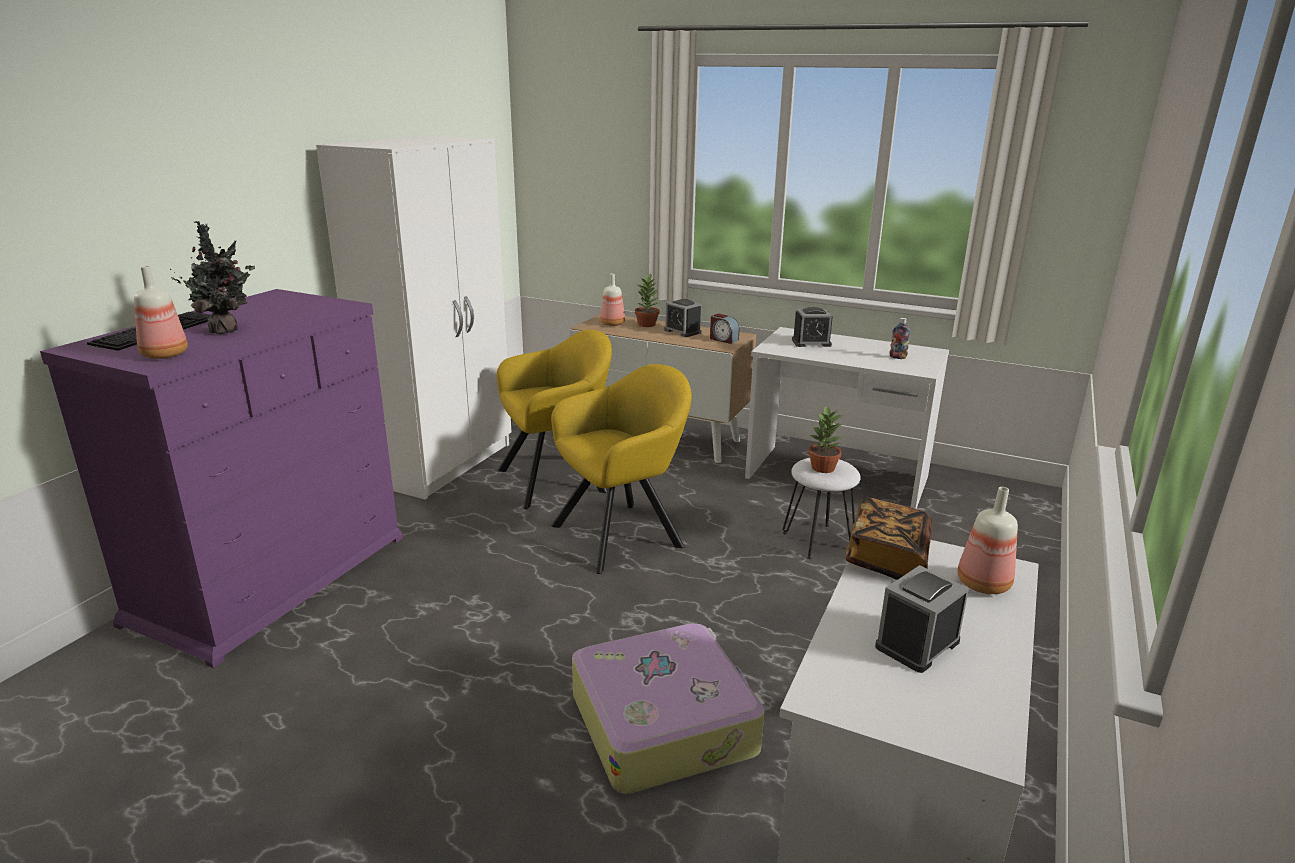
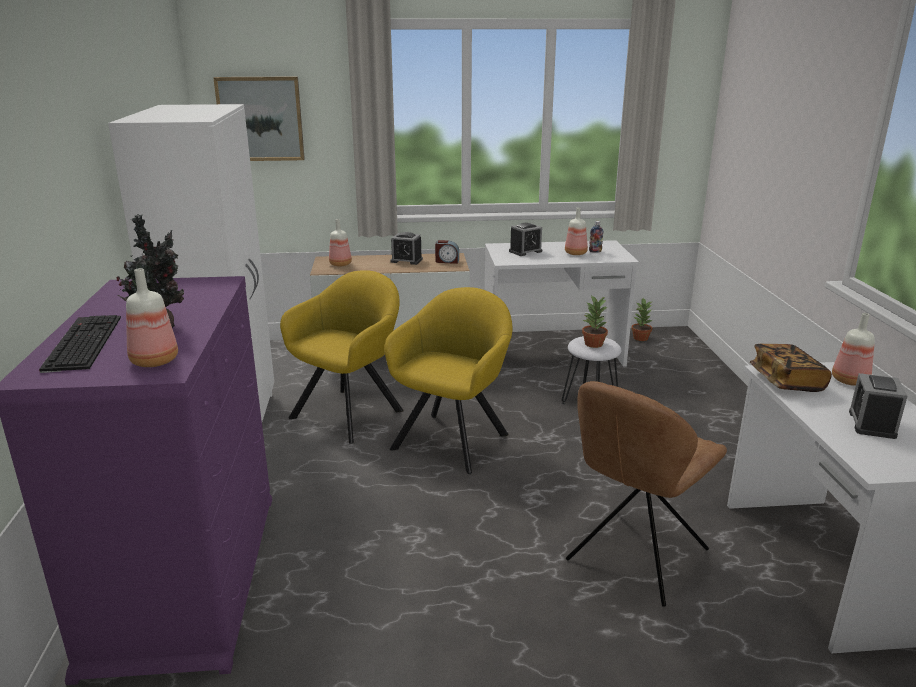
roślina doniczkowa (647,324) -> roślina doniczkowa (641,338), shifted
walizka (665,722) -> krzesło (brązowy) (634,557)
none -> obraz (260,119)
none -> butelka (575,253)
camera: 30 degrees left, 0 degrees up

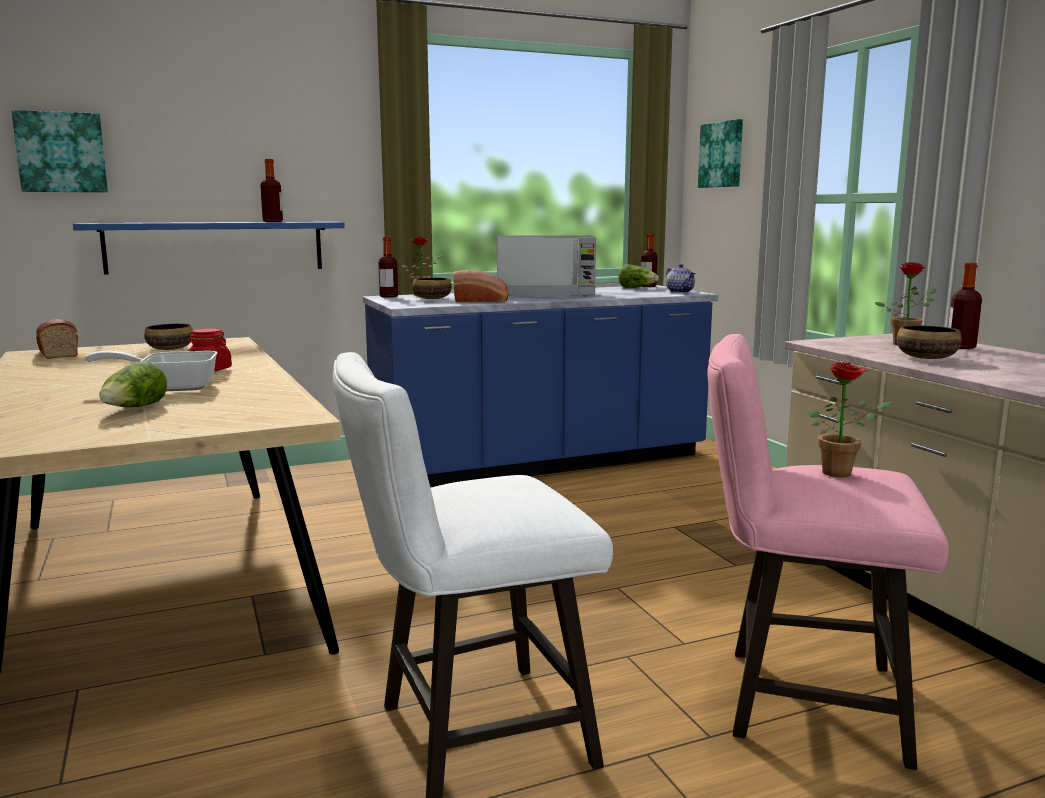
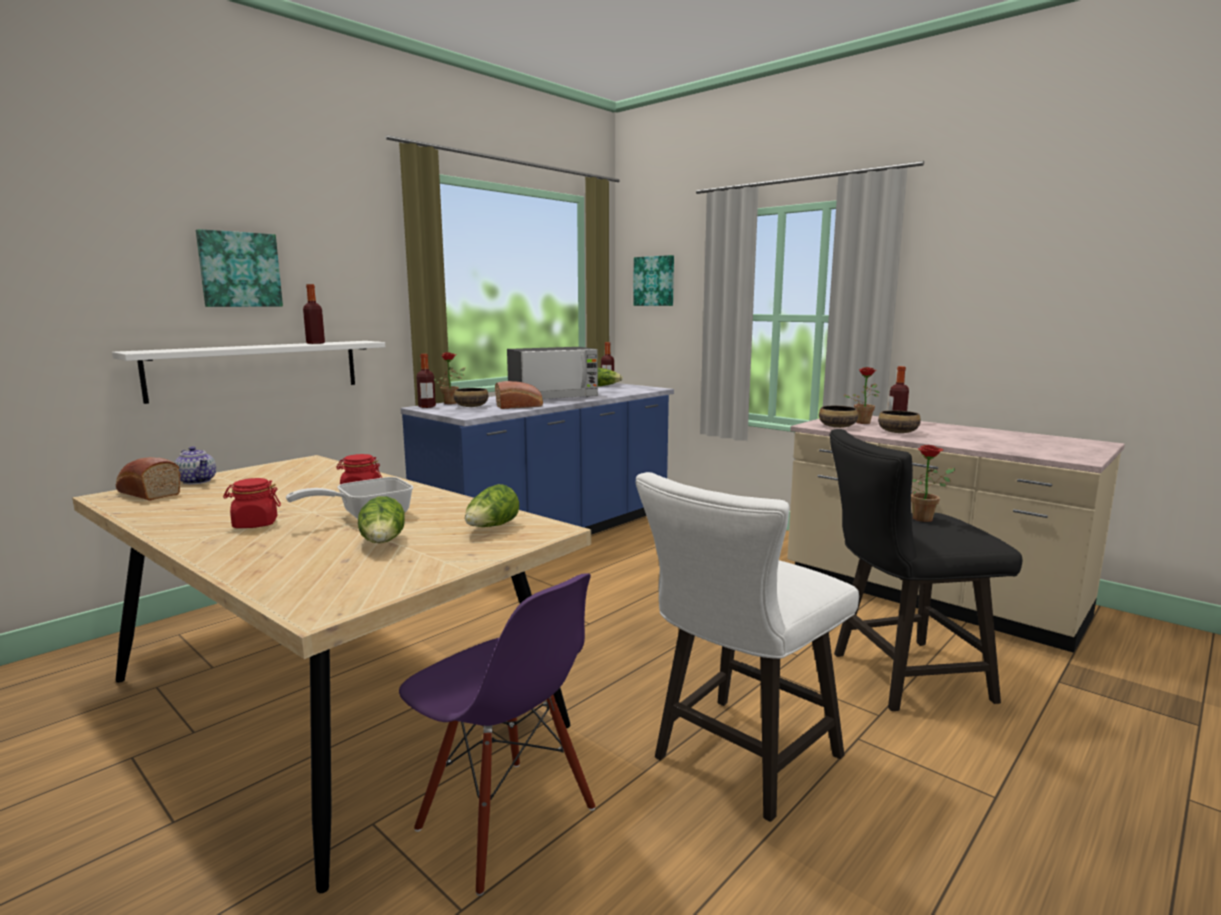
obraz (61,152) -> obraz (239,269), shifted
półka (niebieski) (215,247) -> półka (biały) (257,369)
imbryk (680,292) -> imbryk (197,481), shifted
miska (171,349) -> miska (837,426), shifted
stołek (różowy) (797,700) -> stołek (czarny) (899,677)
none -> słoik (czerwony) (255,524)
none -> sałata (491,527)
none -> krzesło (fioletowy) (505,820)
camera: 25 degrees left, 0 degrees up

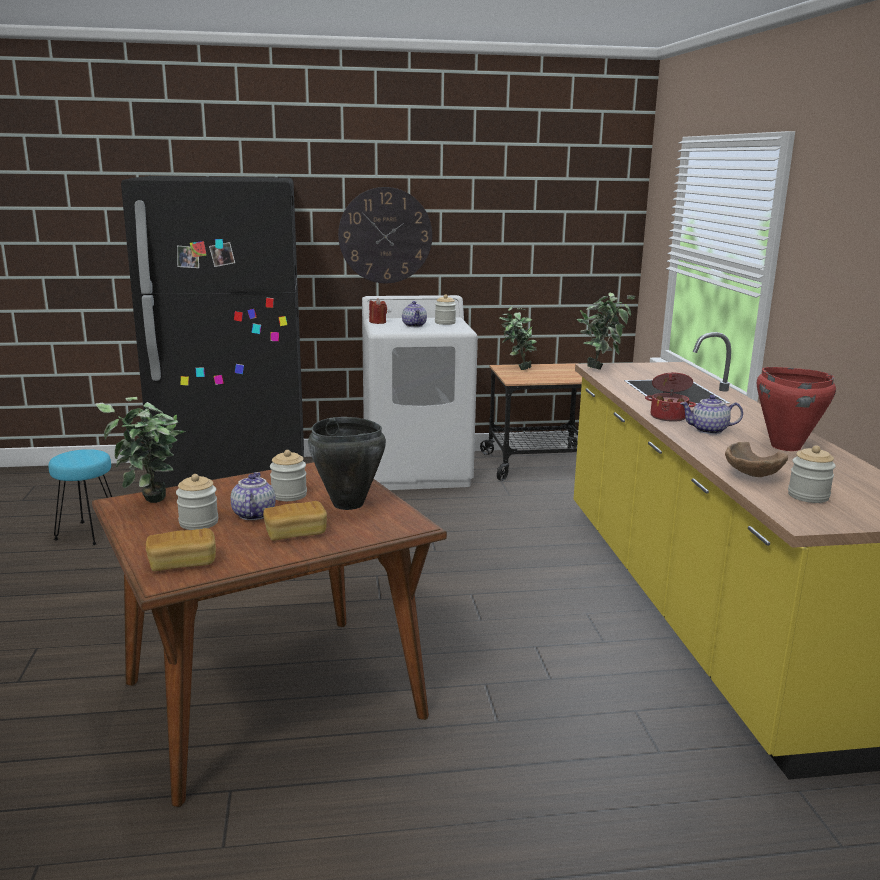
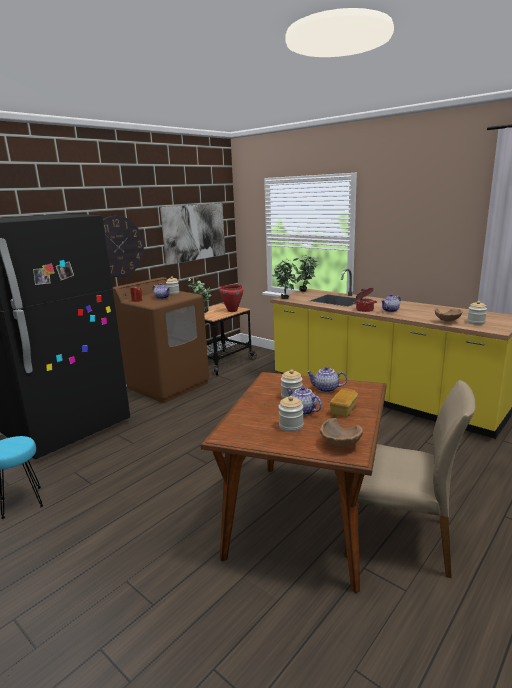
pralka (biały) (417,471) -> pralka (brązowy) (168,385)
garnek (czerwony) (785,446) -> garnek (czerwony) (232,311), shifted
roślina doniczkowa (151,505) -> roślina doniczkowa (306,291), shifted
garnek (czarny) (348,504) -> imbryk (326,389)
chleb (182,563) -> miska (brązowy) (340,445)
none -> obraz (194,232)
none -> krzesło (beżowy) (400,537)
camera: 40 degrees left, 0 degrees up

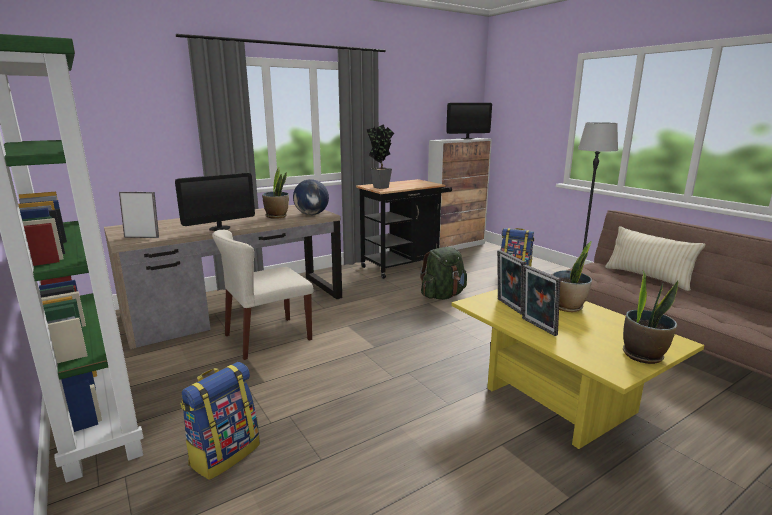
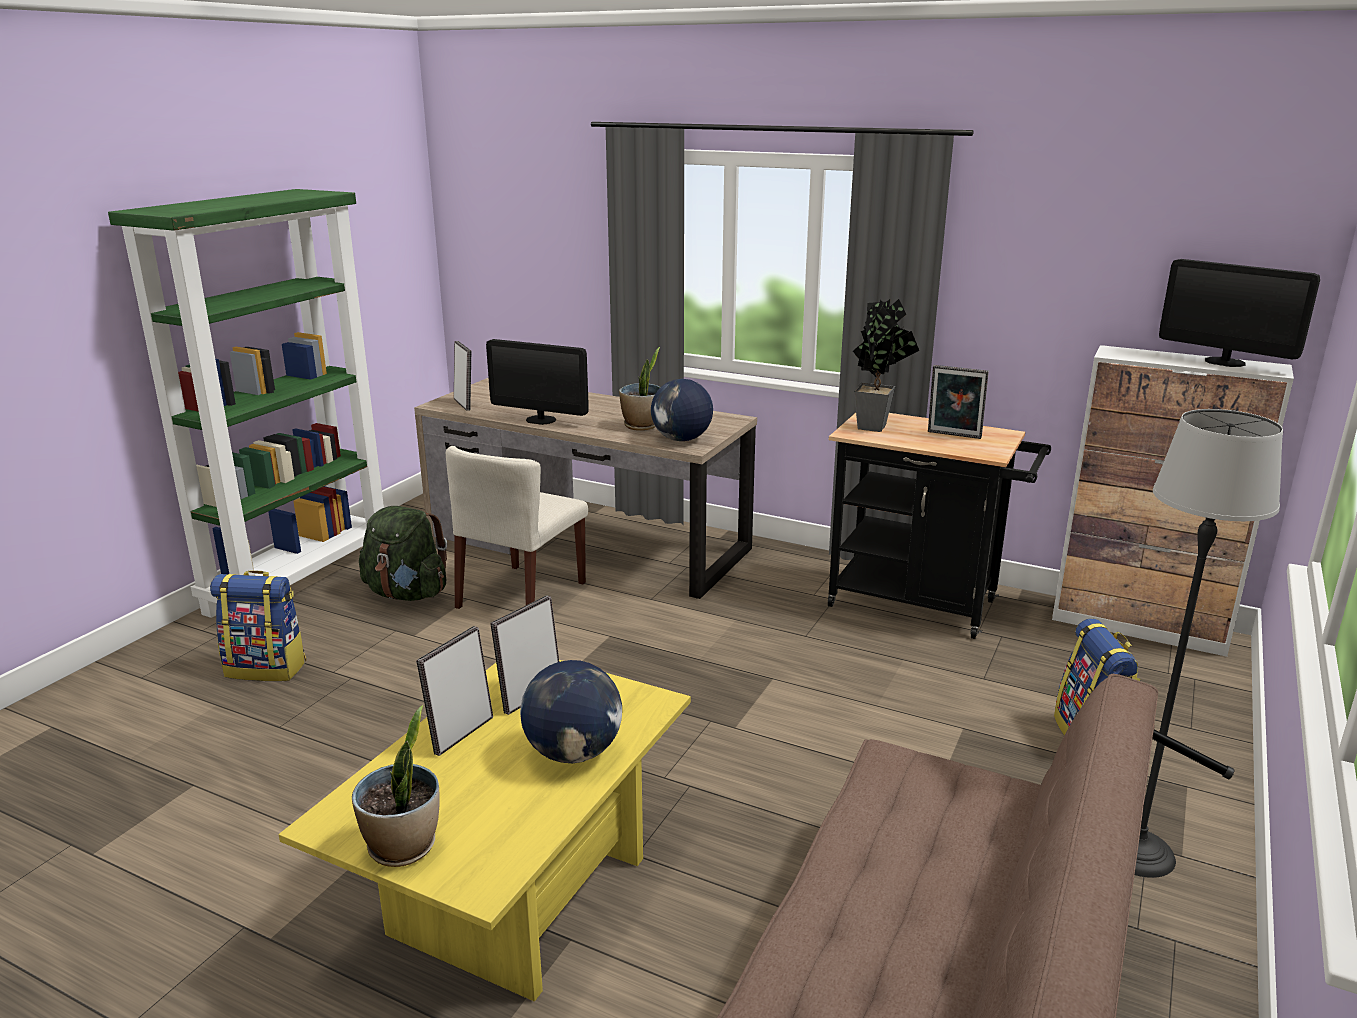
poduszka (beżowy) (647,277) -> none
krzesło (beżowy) (267,337) -> krzesło (beżowy) (521,595), 90 degrees counterclockwise
roślina doniczkowa (567,307) -> globus (574,753)
plecak (zielony) (443,296) -> plecak (zielony) (407,594), shifted
none -> ramka na zdjęcie (953,435)
camera: 60 degrees right, 5 degrees up

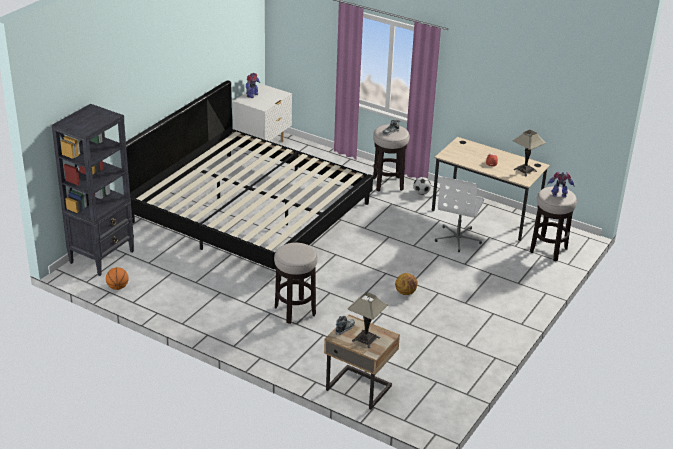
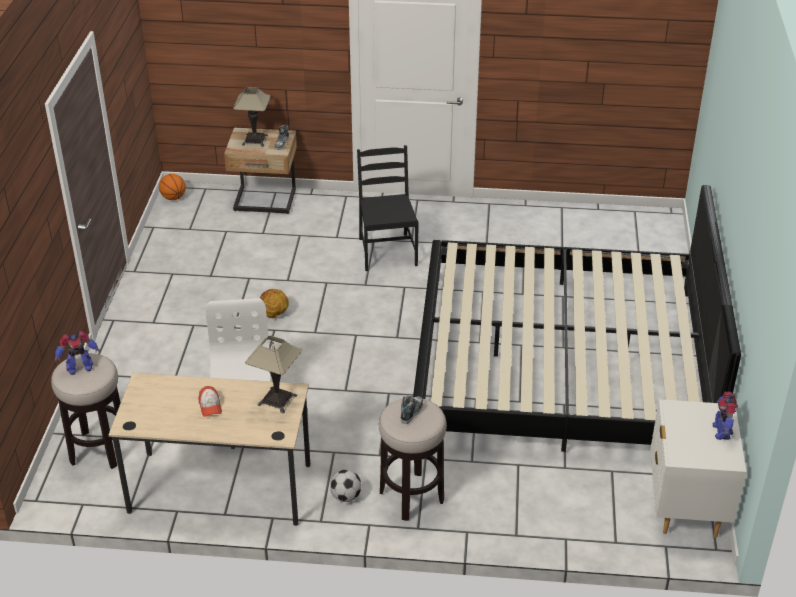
regał (czarny) (102,257) -> none
lampa stołowa (525,170) -> lampa stołowa (277,400), shifted
stołek (295,311) -> krzesło (czarny) (386,251)
piłka do koszykówki (117,287) -> piłka do koszykówki (173,198), shifted
camera: 155 degrees right, 5 degrees up

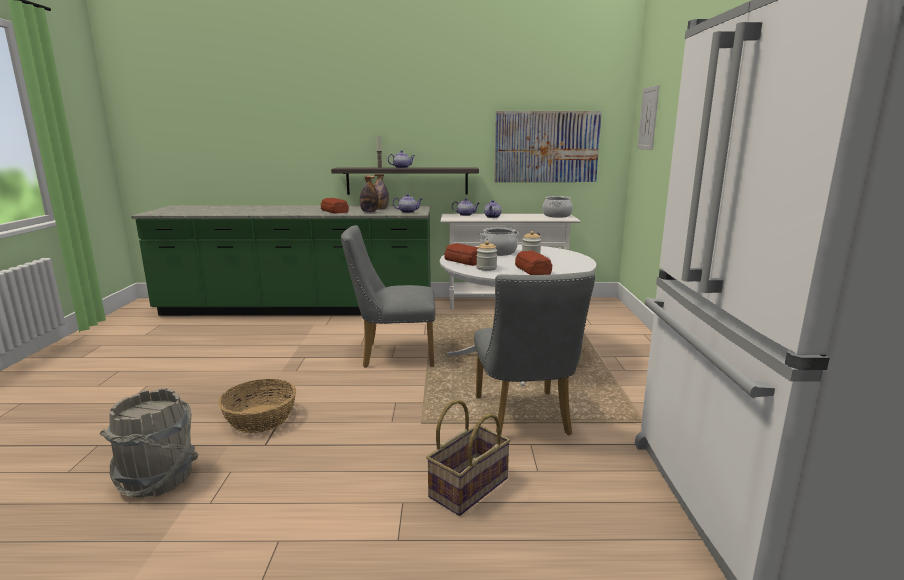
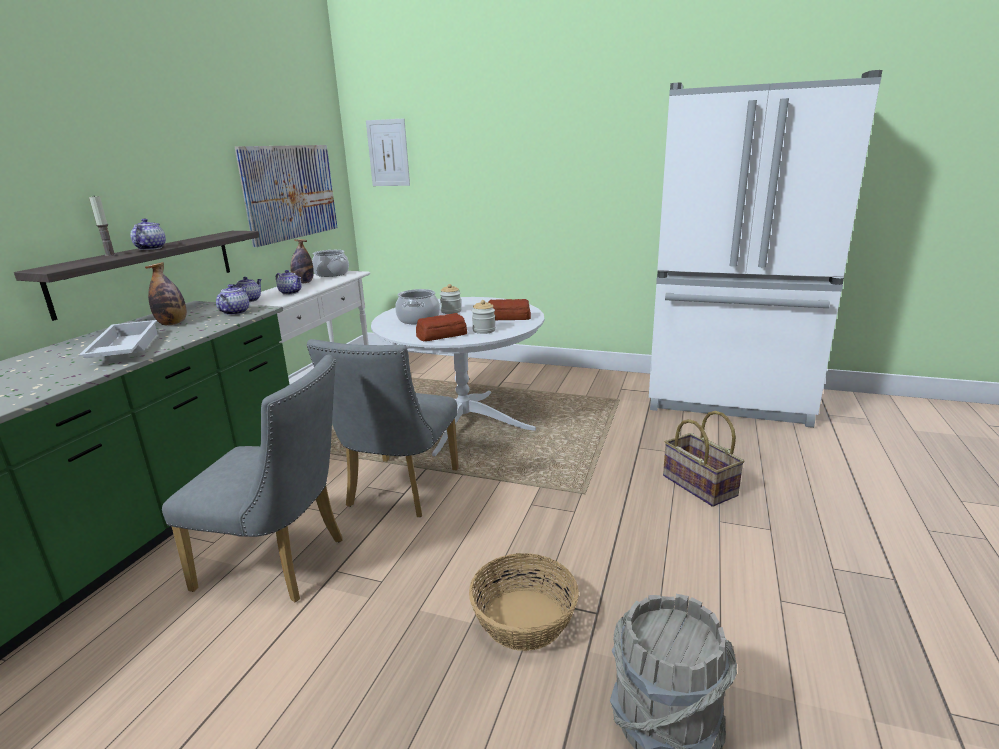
butelka (369,212) -> butelka (303,283), shifted
chleb (334,211) -> taca (biały) (123,349)
krzesło (szary) (524,419) -> krzesło (szary) (282,564), shifted
camera: 70 degrees left, 5 degrees up

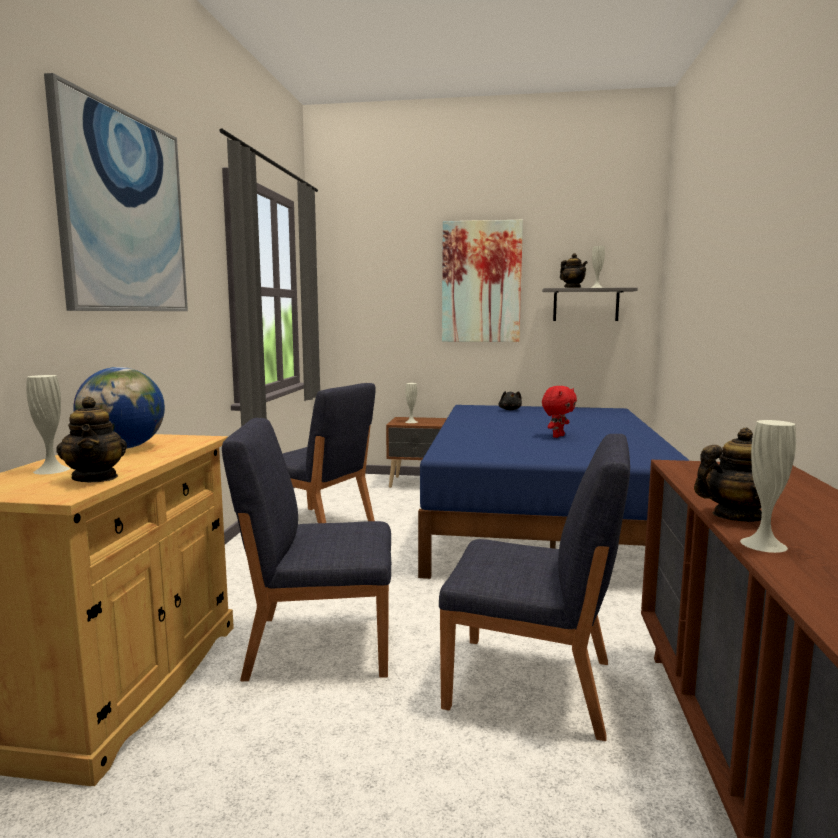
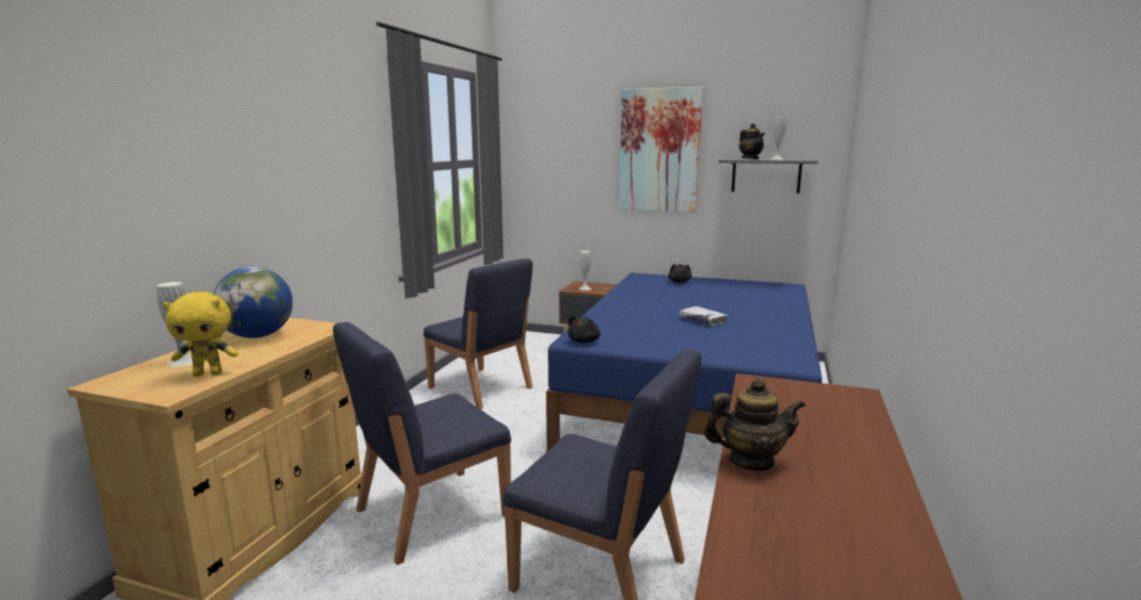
obraz (124,213) -> none
pluszak (czerwony) (557,436) -> książka (biały) (702,320)
imbryk (96,478) -> pluszak (żółty) (209,374)
krzesło (niebieski) (318,644) -> krzesło (niebieski) (430,513), 45 degrees counterclockwise
wazon (biały) (763,544) -> none
none -> pluszak (czarny) (585,341)
camera: 10 degrees right, 5 degrees up

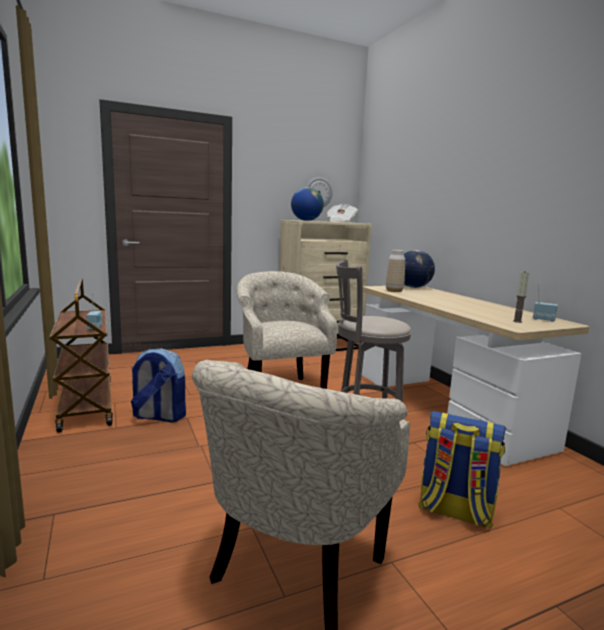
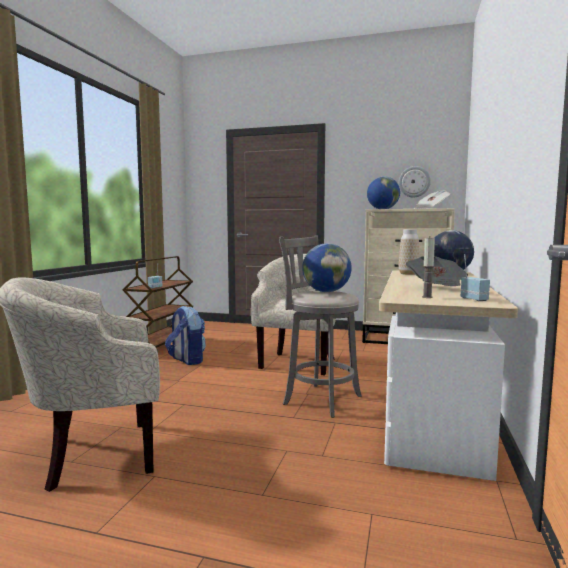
plecak (454,511) -> none
none -> globus (326,292)
none -> gazeta (437,288)
camera: 40 degrees right, 5 degrees down

